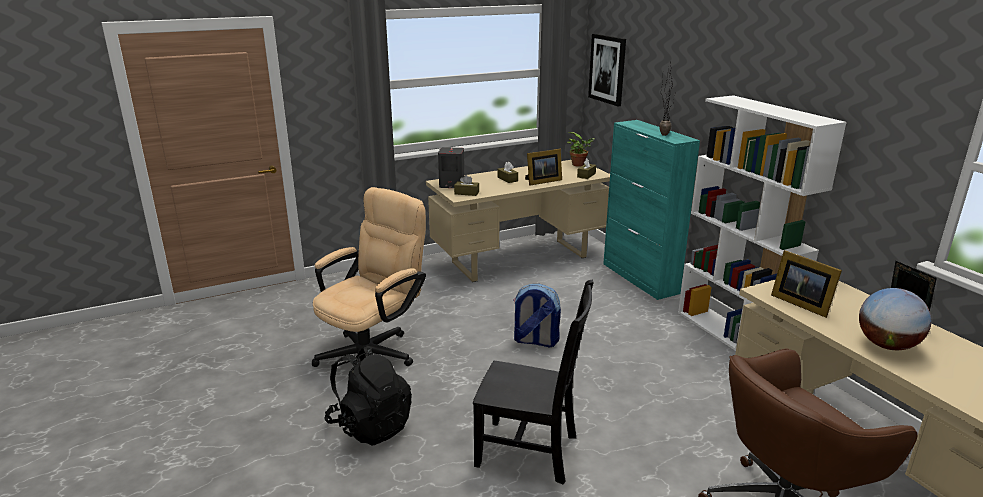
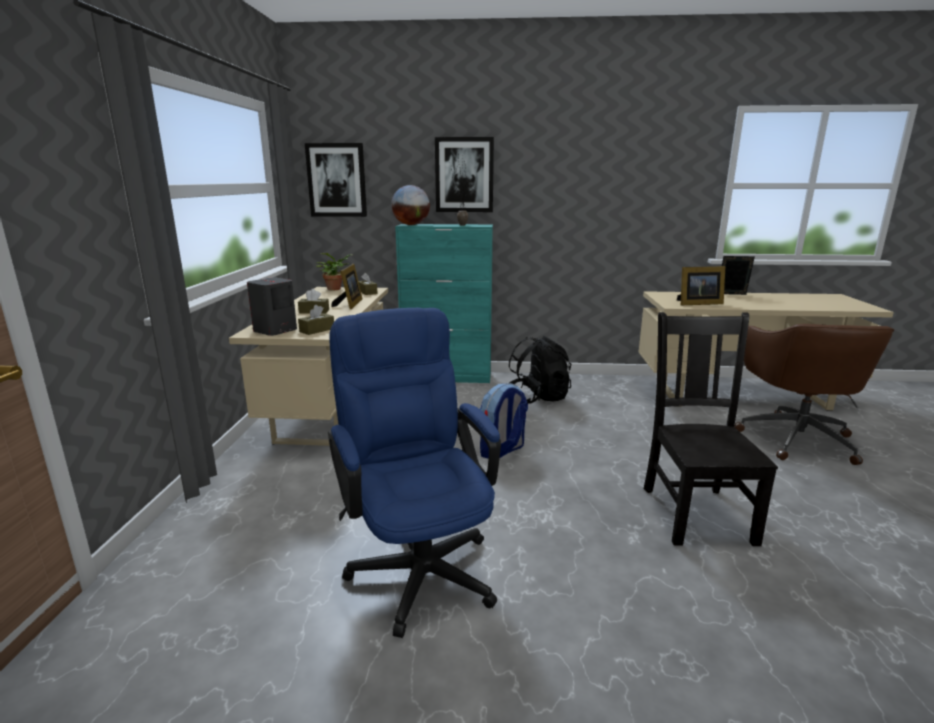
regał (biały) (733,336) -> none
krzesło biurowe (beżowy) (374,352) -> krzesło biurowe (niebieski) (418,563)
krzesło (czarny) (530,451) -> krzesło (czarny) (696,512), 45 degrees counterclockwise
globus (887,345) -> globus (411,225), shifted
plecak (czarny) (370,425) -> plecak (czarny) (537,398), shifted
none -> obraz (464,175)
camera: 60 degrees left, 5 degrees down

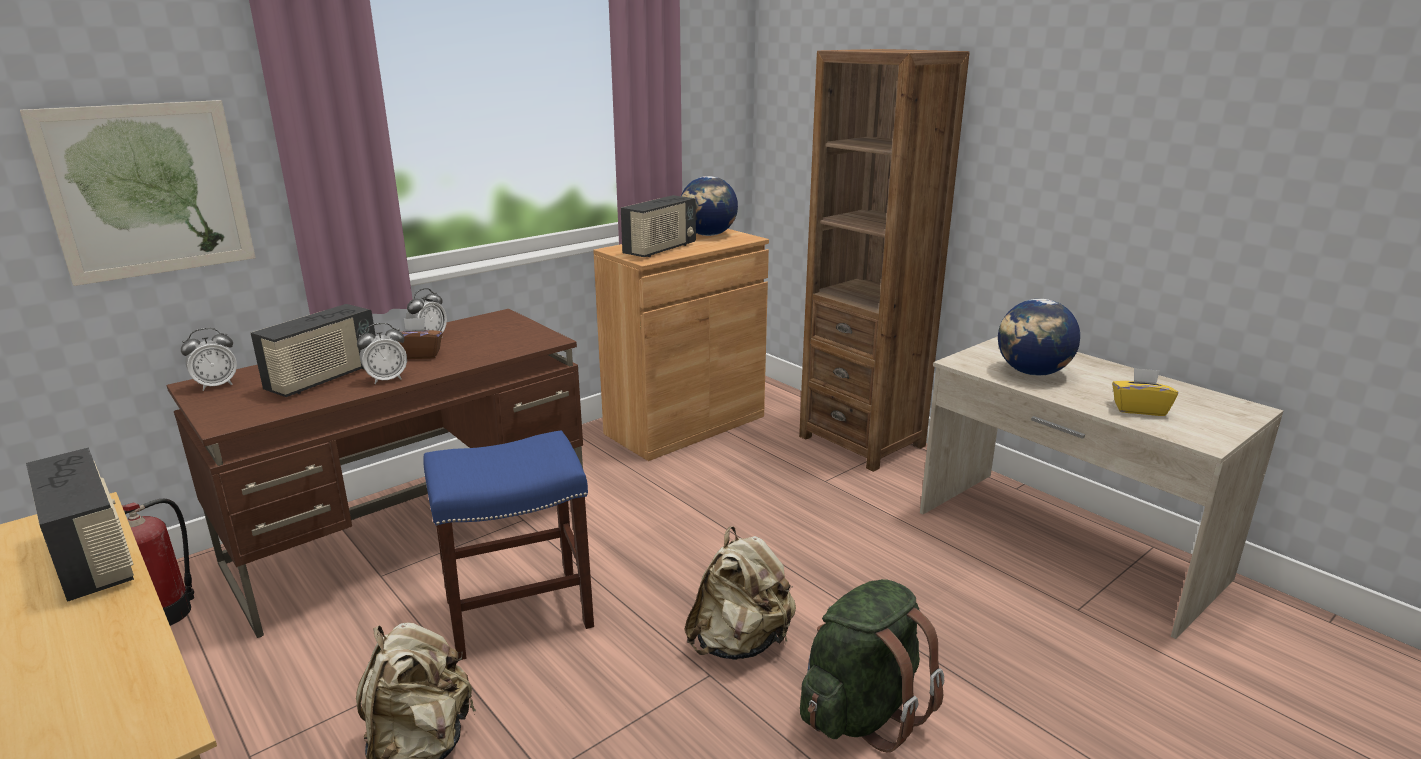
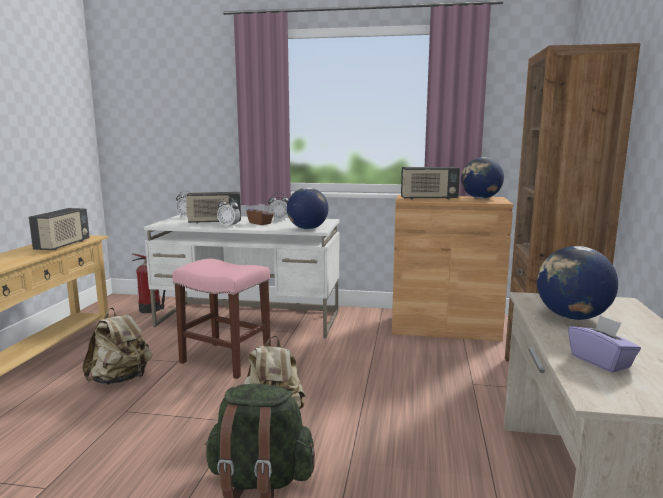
obraz (148,190) -> none
biurko (brązowy) (414,534) -> biurko (biały) (250,319)
pudełko chusteczek (żółty) (1139,409) -> pudełko chusteczek (fioletowy) (601,361)
stołek (niebieski) (516,614) -> stołek (różowy) (224,360)
none -> globus (307,229)
camera: 50 degrees right, 10 degrees down

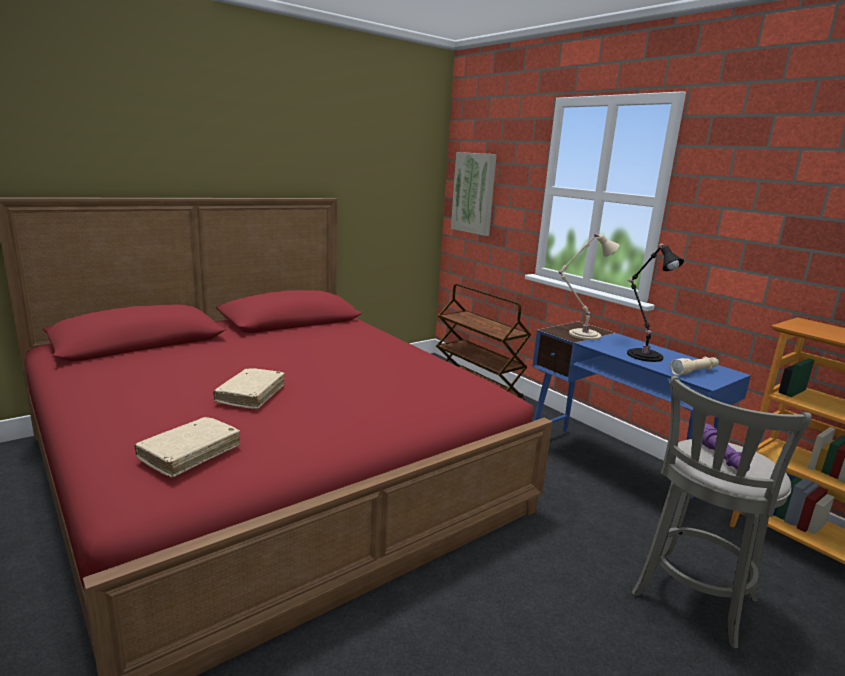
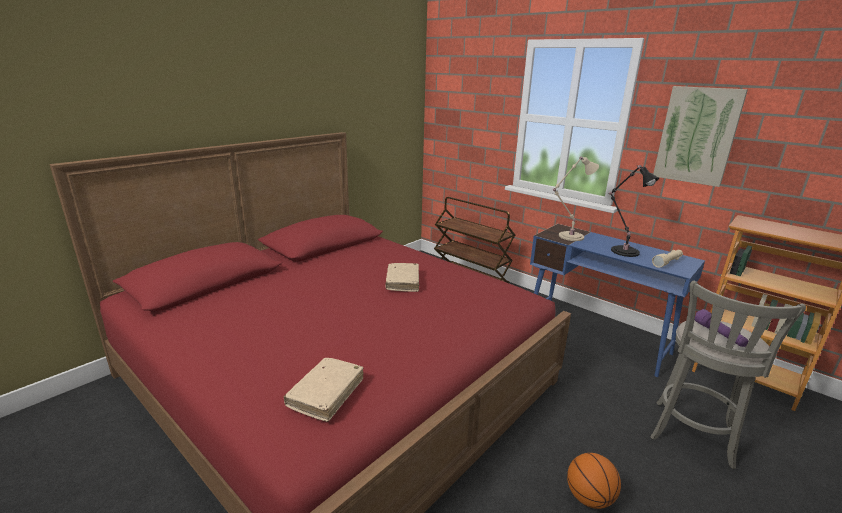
obraz (474,193) -> obraz (697,135), shifted
książka (beżowy) (251,395) -> książka (beżowy) (402,282), shifted
none -> piłka do koszykówki (589,497)
camera: 10 degrees left, 5 degrees up

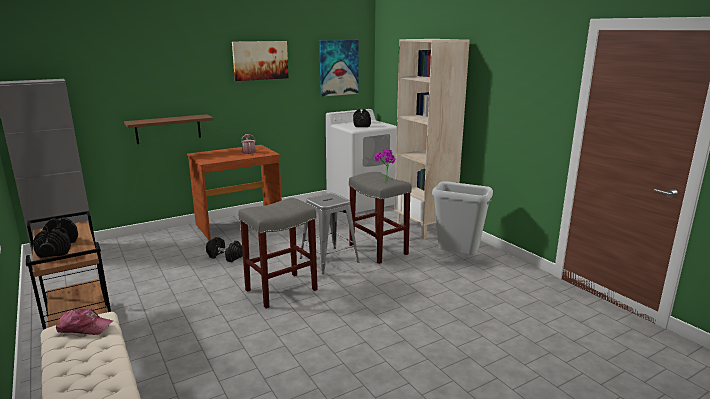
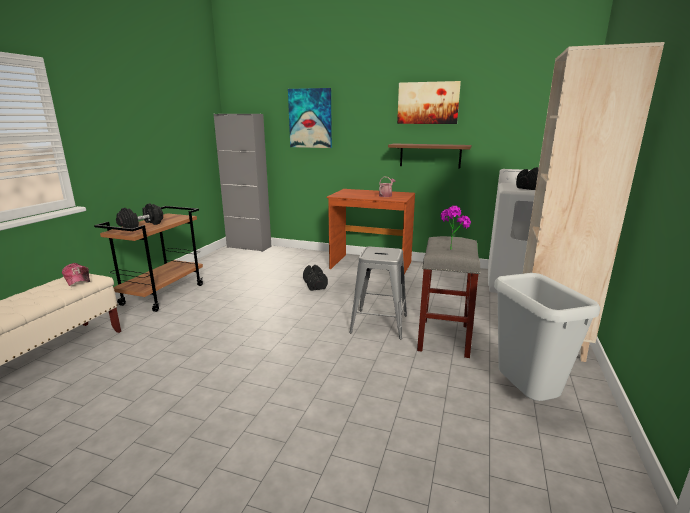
obraz (338,67) -> obraz (310,118), shifted
półka (brązowy) (168,129) -> półka (brązowy) (430,155), shifted
stołek (szary) (282,289) -> none
camera: 50 degrees right, 0 degrees up

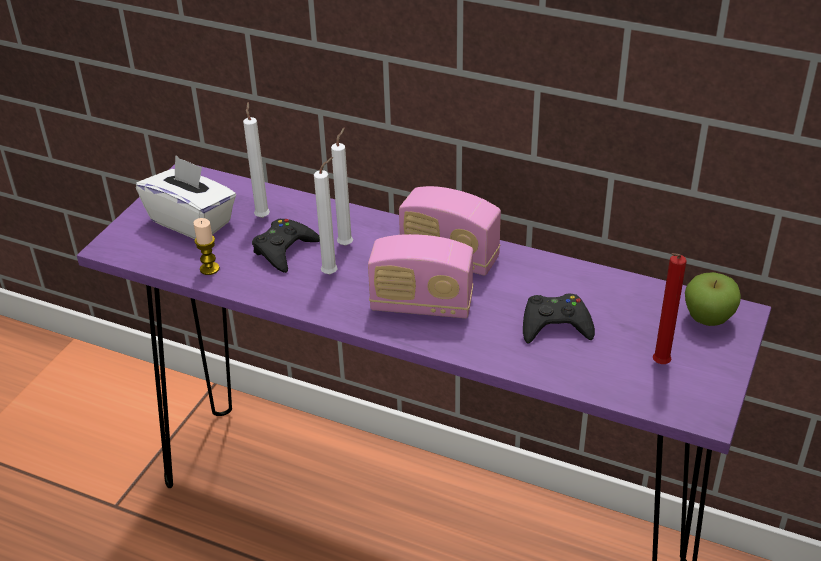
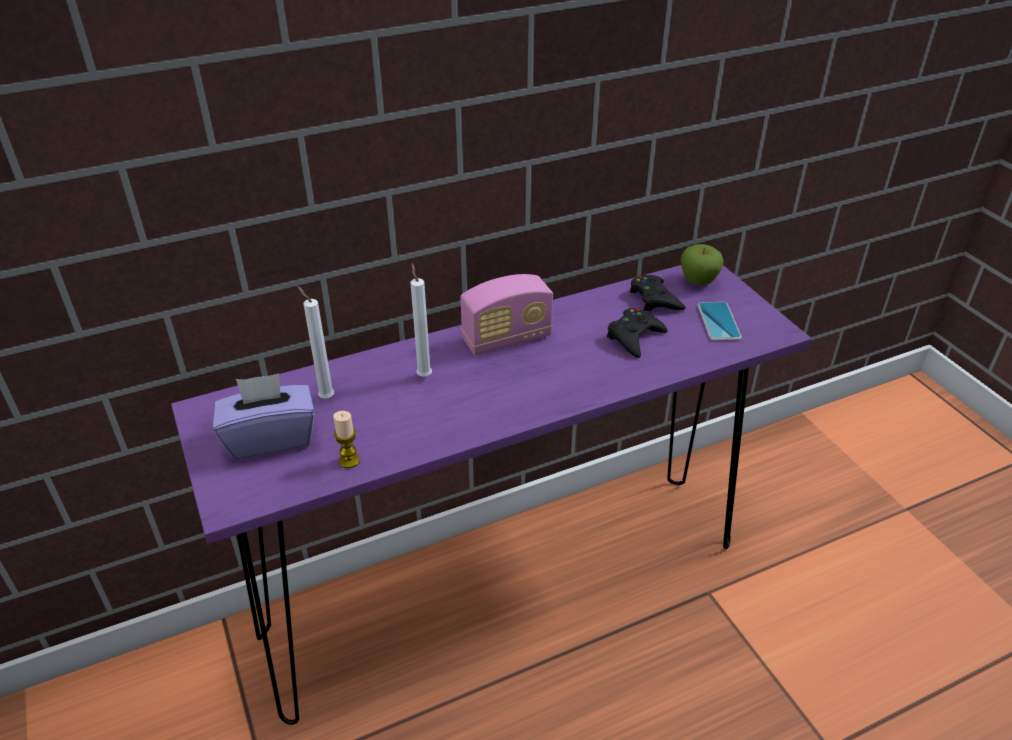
pudełko chusteczek (biały) (192,221) -> pudełko chusteczek (fioletowy) (270,438)
świeca (biały) (332,273) -> none
pad do gier (czarny) (284,250) -> pad do gier (czarny) (654,299), shifted
radio (421,305) -> none
świeca (czerwony) (659,365) -> telefon (718,322)
camera: 50 degrees left, 0 degrees up

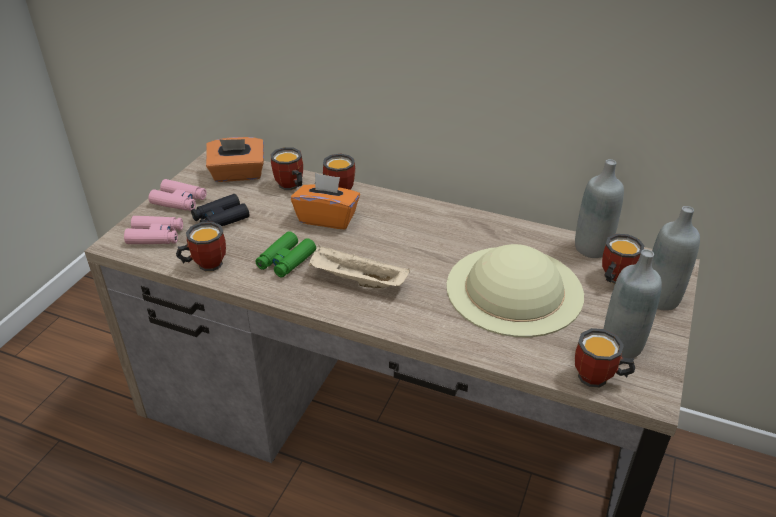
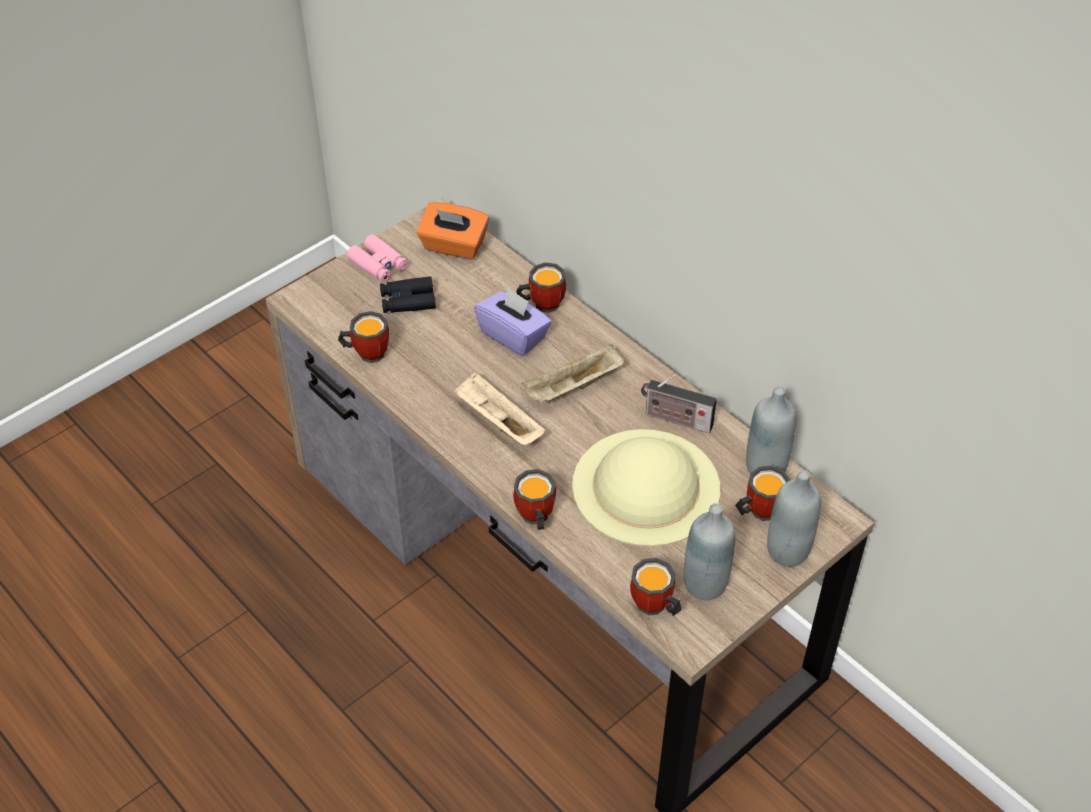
kubek (289,187) -> kubek (533,518), shifted
pudełko chusteczek (pomarańczowy) (327,218) -> pudełko chusteczek (fioletowy) (513,335)
lornetka (różowy) (156,236) -> none
lornetka (zielony) (286,260) -> none
none -> taca (beżowy) (573,388)
none -> radio (675,419)
camera: 25 degrees right, 10 degrees up

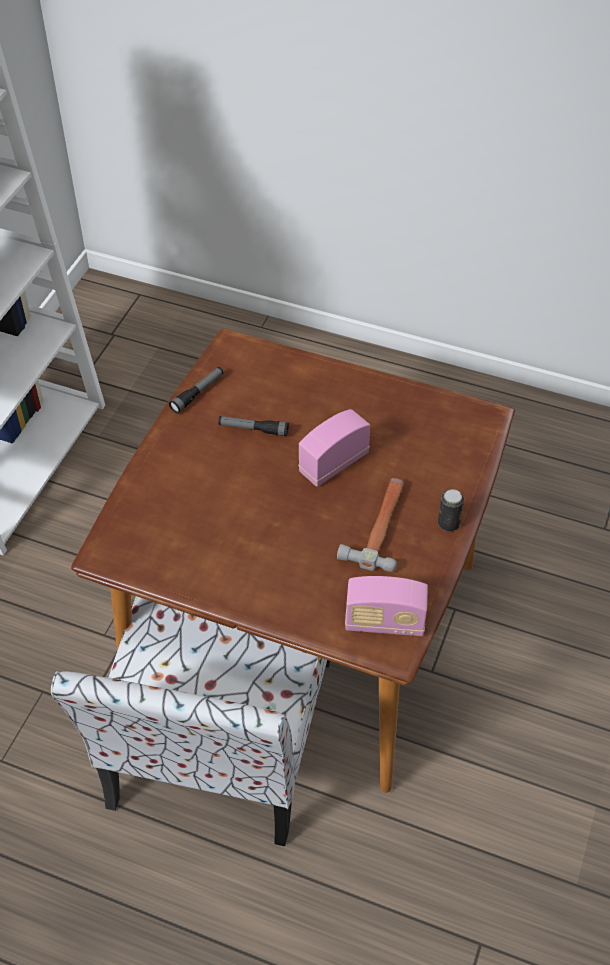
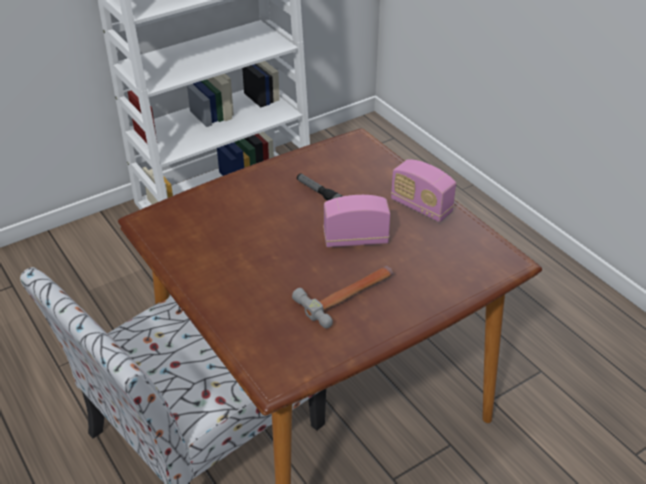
latarka (197,393) -> none
puszka (448,523) -> none
radio (384,622) -> radio (421,207), shifted
camera: 35 degrees right, 10 degrees down

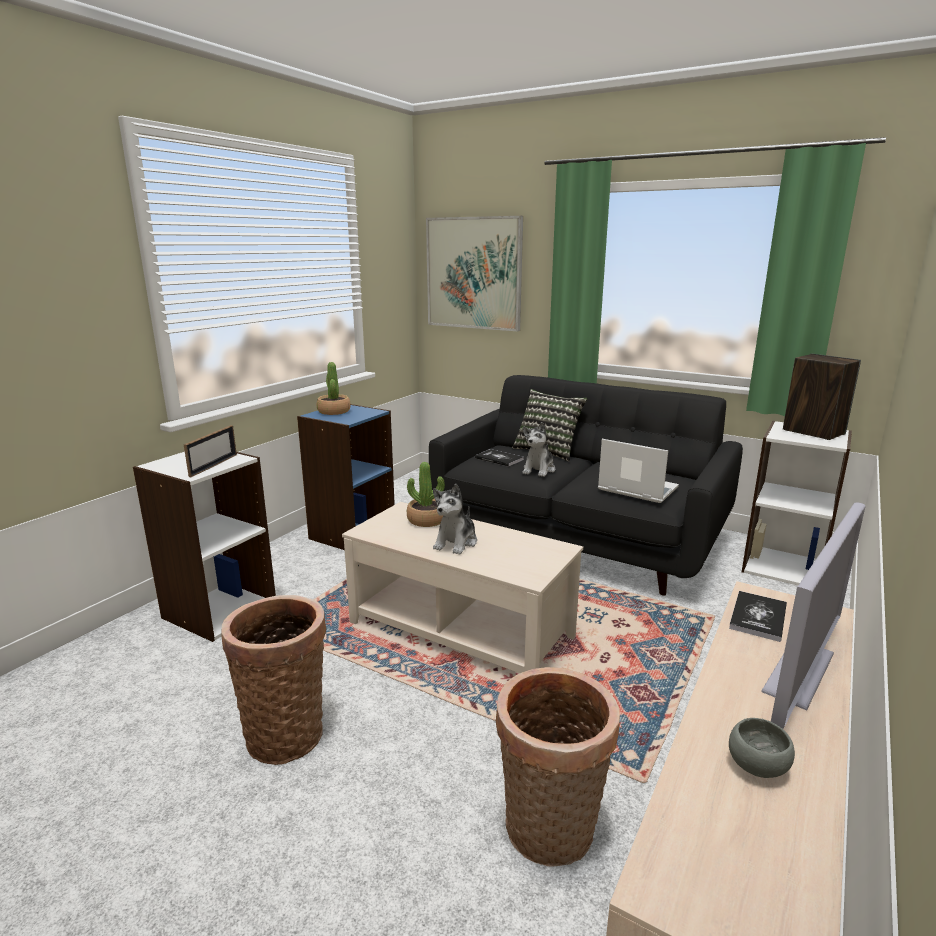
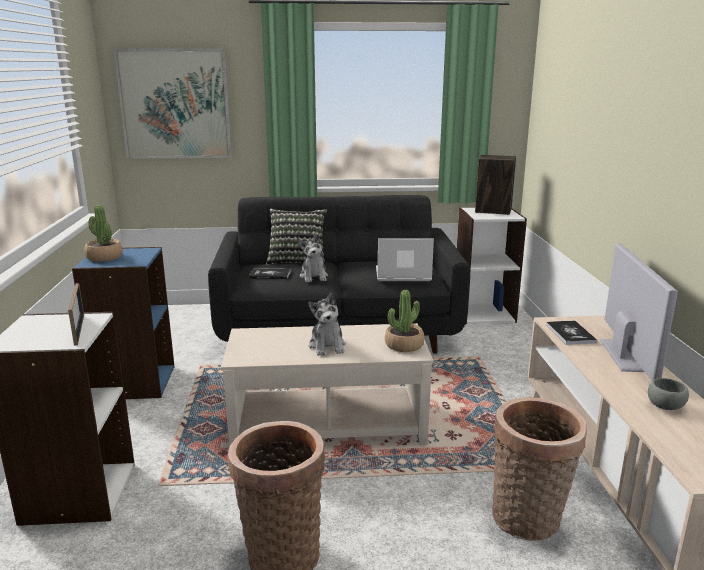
roślina doniczkowa (427,520) -> roślina doniczkowa (404,345), shifted
camera: 35 degrees left, 0 degrees up

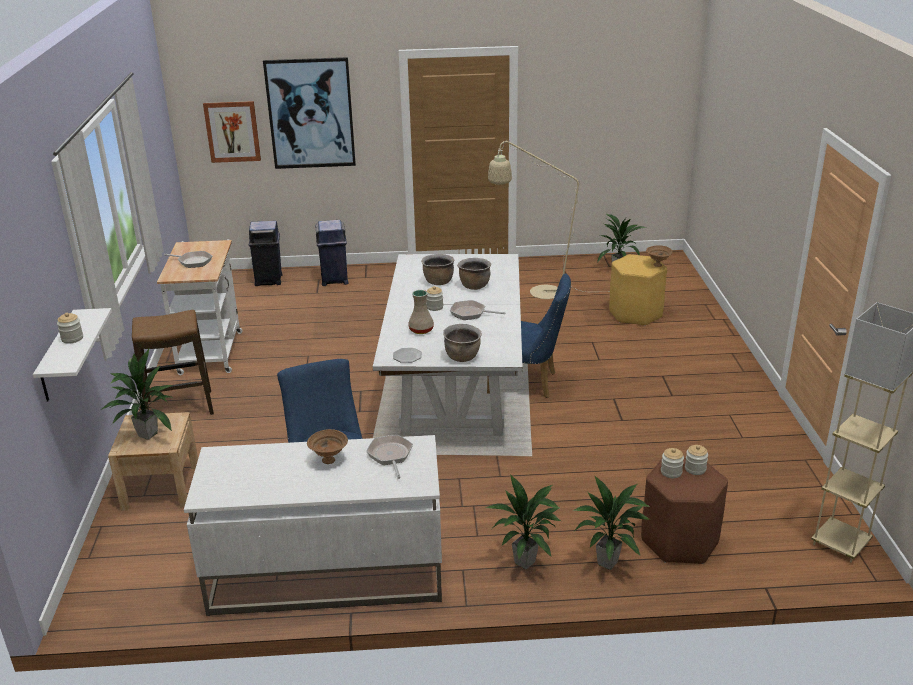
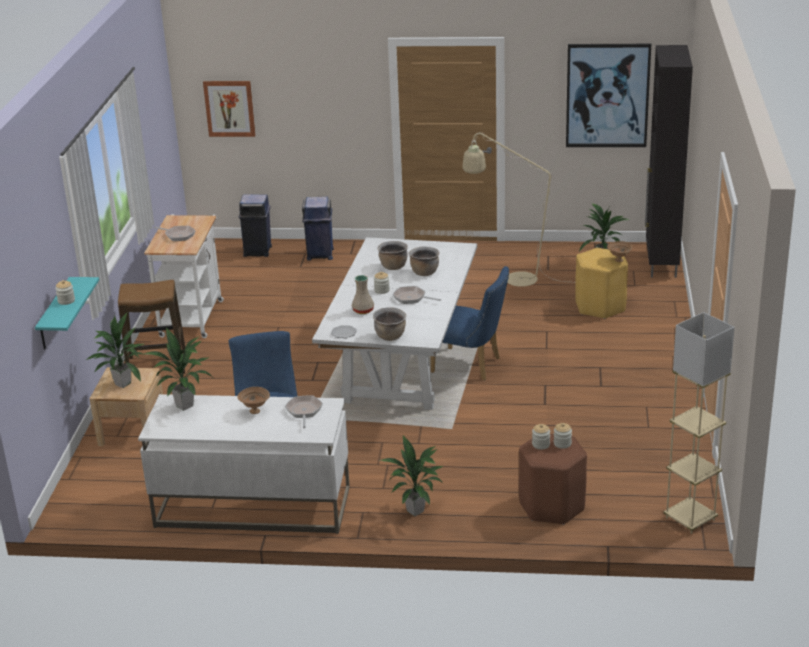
obraz (310,113) -> obraz (607,95), shifted
półka (biały) (58,357) -> półka (turkusowy) (54,315)
roślina doniczkowa (608,563) -> roślina doniczkowa (185,406), shifted
none -> szafka (czarny) (661,264)
camera: 10 degrees right, 0 degrees up

